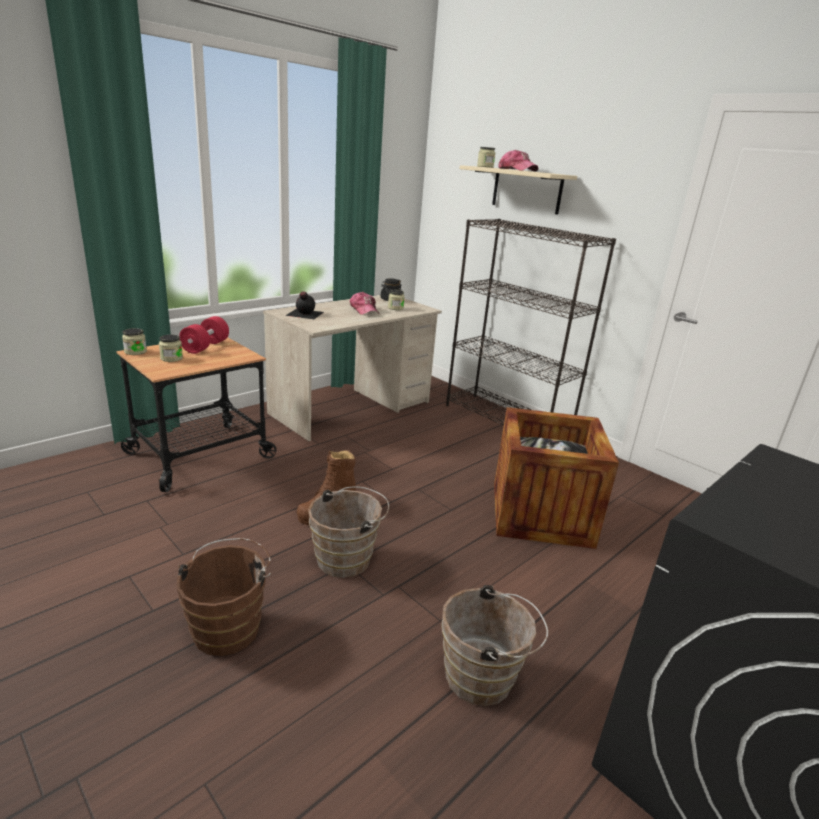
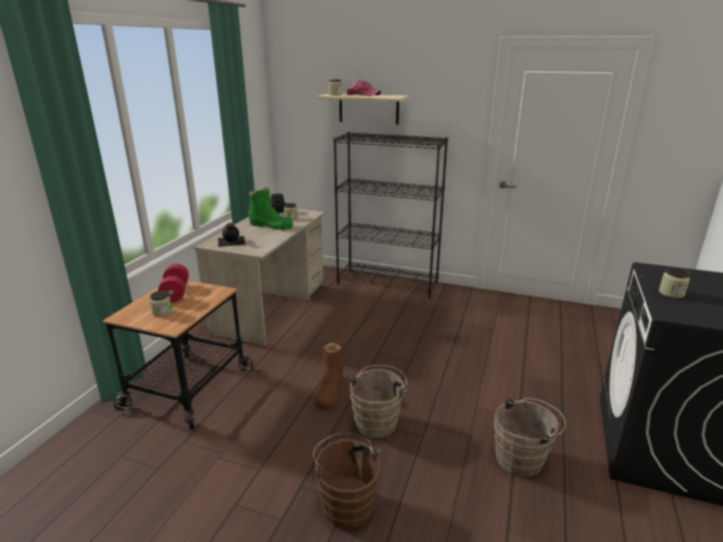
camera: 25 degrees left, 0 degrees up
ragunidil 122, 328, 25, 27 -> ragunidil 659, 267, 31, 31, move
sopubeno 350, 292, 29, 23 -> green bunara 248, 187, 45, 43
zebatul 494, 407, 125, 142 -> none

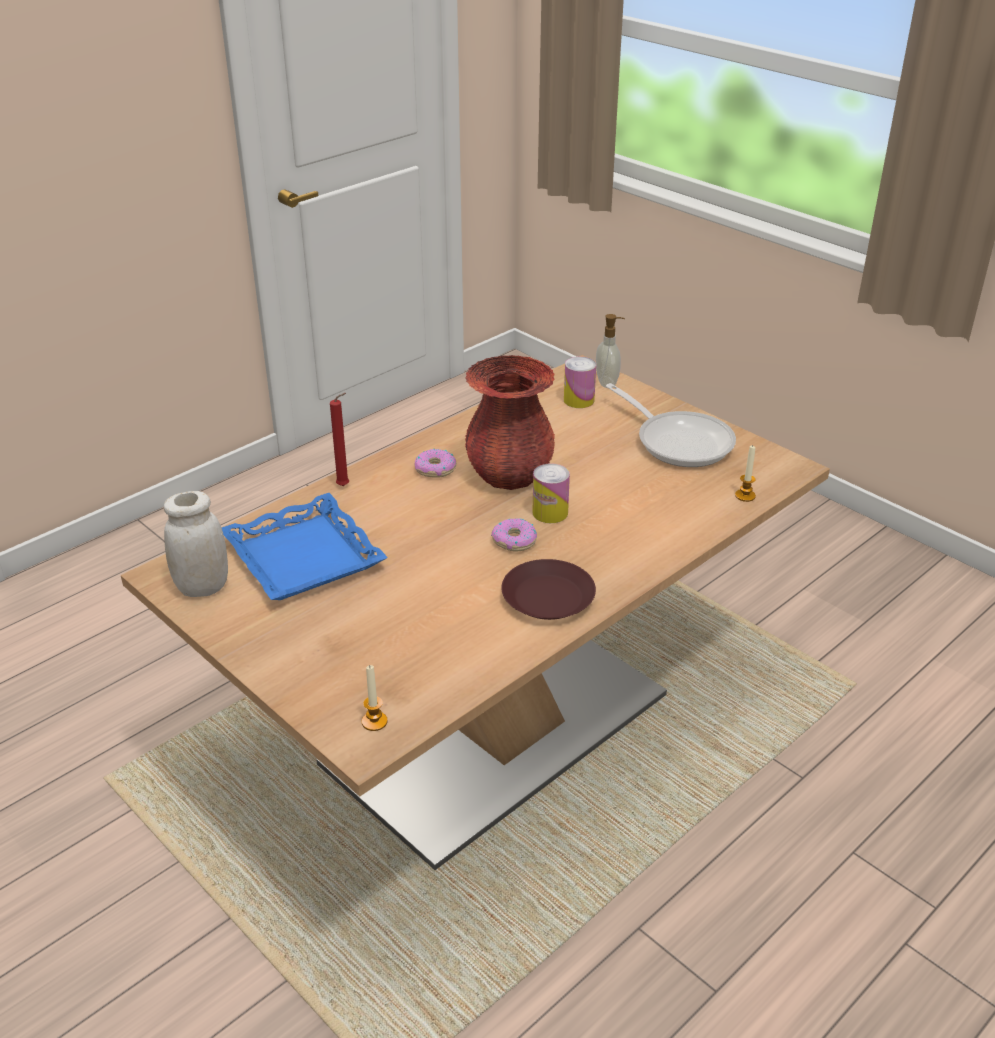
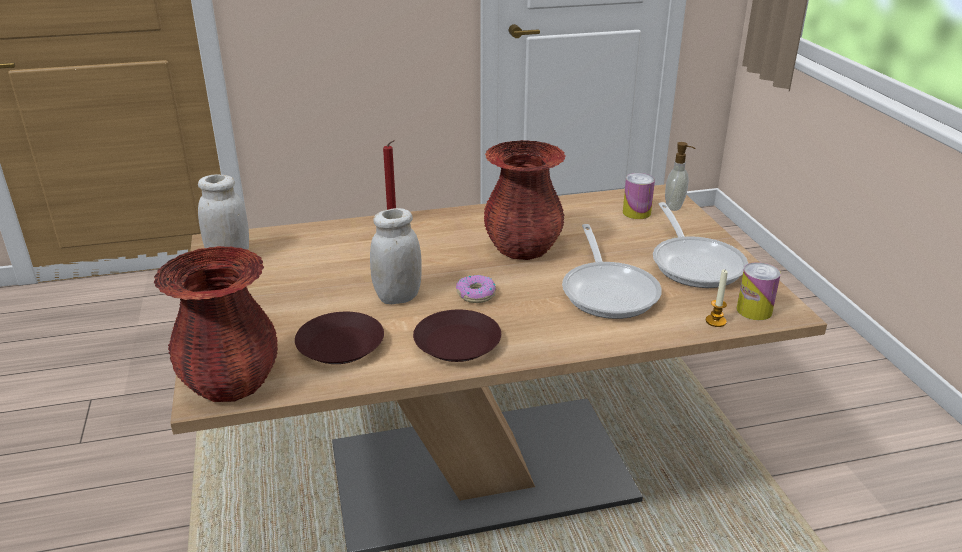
camera: 30 degrees right, 5 degrees down
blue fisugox 222, 493, 166, 107 -> none
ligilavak 362, 665, 26, 66 -> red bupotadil 154, 246, 124, 156
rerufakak 415, 448, 41, 30 -> none
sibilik 532, 463, 38, 60 -> sibilik 737, 262, 44, 58, move
none -> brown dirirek 295, 312, 89, 52
none -> white ragunidil 370, 208, 52, 96
none -> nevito 562, 224, 100, 95

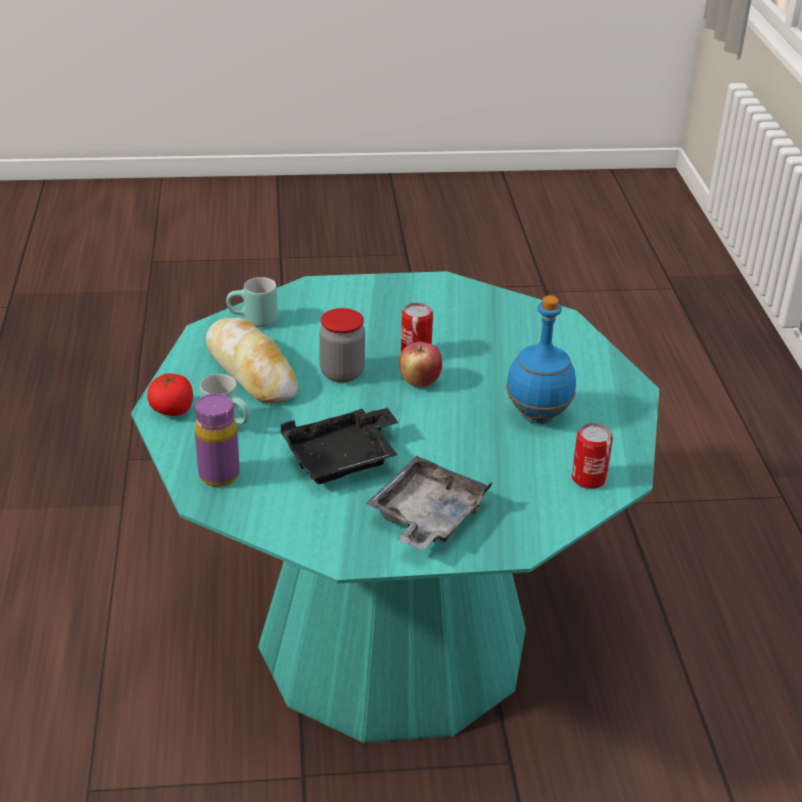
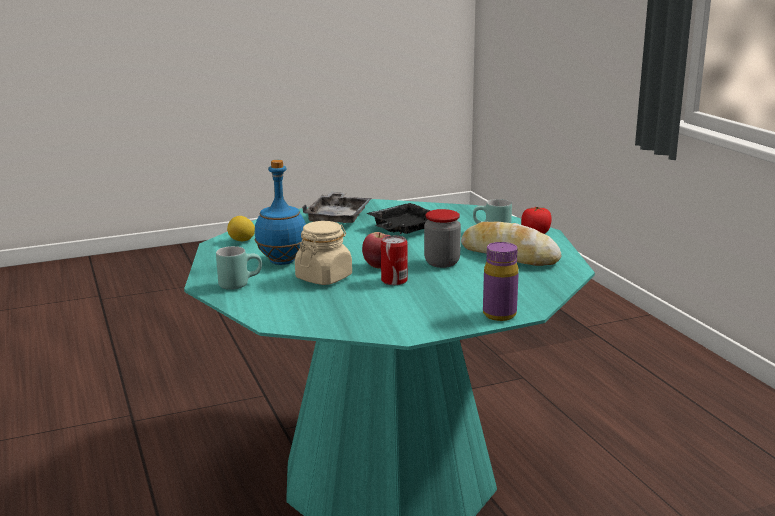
camera: 165 degrees right, 15 degrees down
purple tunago 195, 394, 45, 93 -> purple tunago 483, 242, 36, 79, move
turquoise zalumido 226, 277, 52, 50 -> turquoise zalumido 216, 246, 46, 44, move
sibilik 572, 423, 41, 66 -> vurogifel 227, 216, 28, 25
none -> beige ragunidil 295, 221, 57, 64

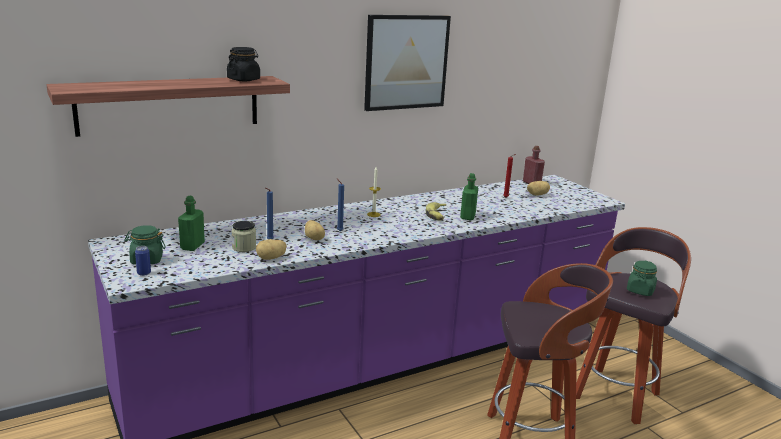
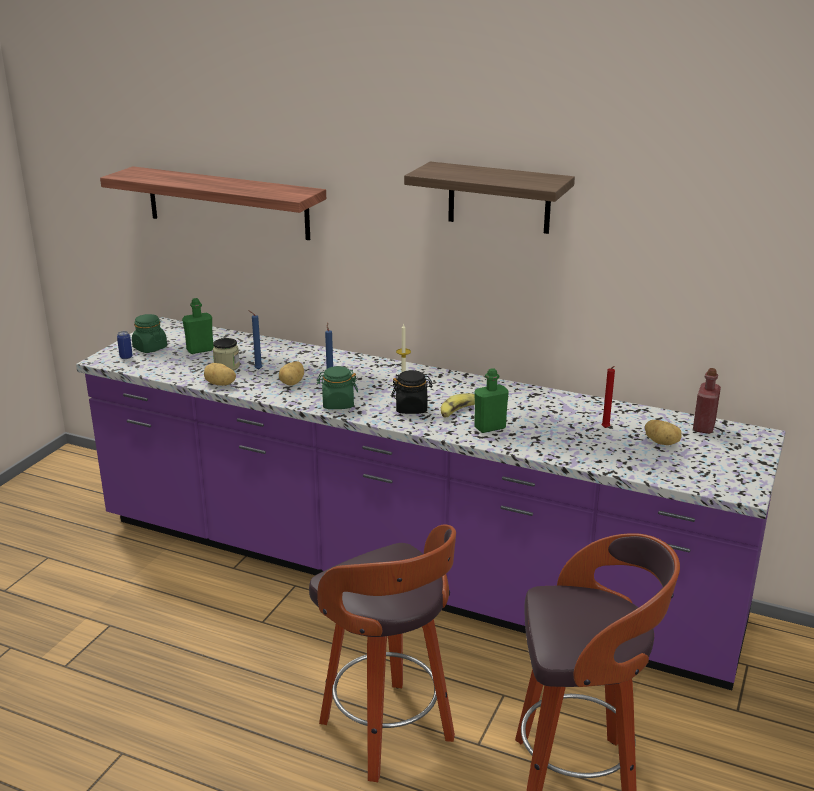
camera: 55 degrees right, 5 degrees up
black ragunidil 227, 47, 33, 34 -> black ragunidil 391, 370, 42, 44, move
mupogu 364, 15, 87, 96 -> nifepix 404, 162, 171, 72
green ragunidil 627, 261, 30, 35 -> green ragunidil 317, 366, 41, 43, move

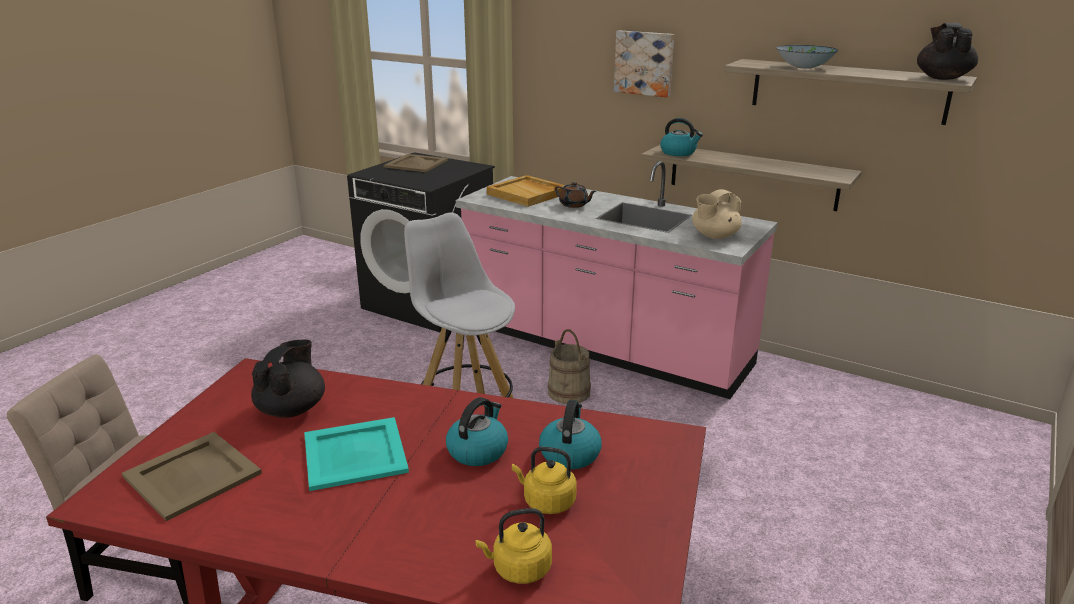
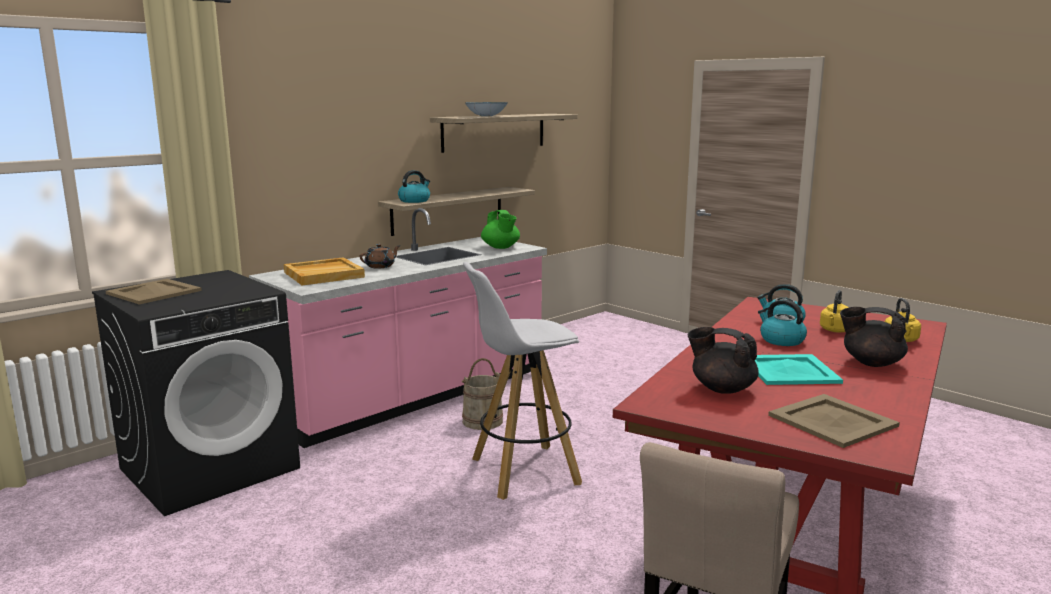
camera: 75 degrees left, 10 degrees down
mupogu 614, 31, 60, 66 -> none
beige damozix 692, 189, 50, 50 -> green damozix 481, 210, 39, 39
black damozix 917, 23, 61, 57 -> black damozix 840, 307, 68, 60, move

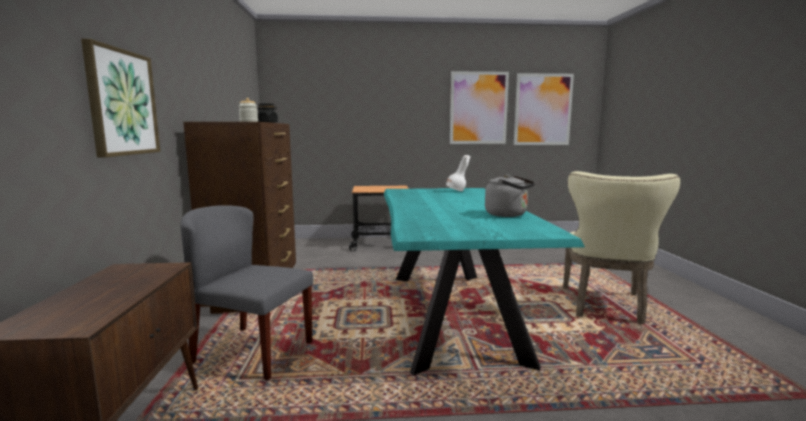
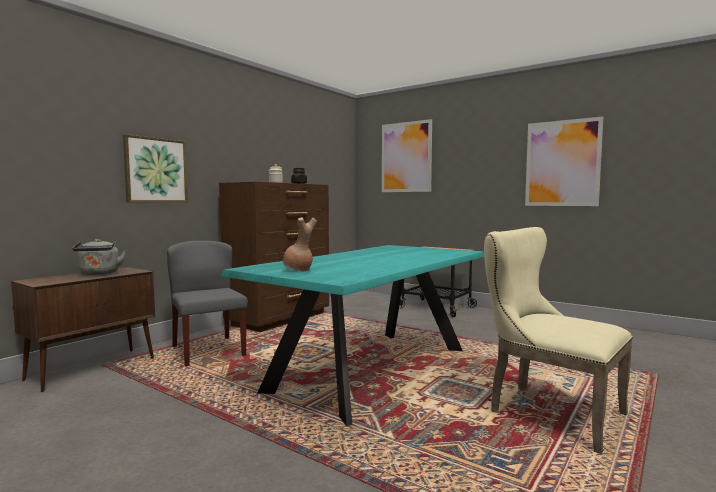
camera: 40 degrees right, 5 degrees down
white bupotadil 446, 155, 24, 36 -> none
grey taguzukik 485, 174, 51, 43 -> grey taguzukik 72, 239, 54, 36, move
mupogu 514, 73, 60, 72 -> mupogu 382, 119, 50, 73, move
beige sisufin 563, 171, 117, 153 -> beige sisufin 484, 227, 149, 227, 75 degrees clockwise
none -> brown bupotadil 283, 217, 34, 55

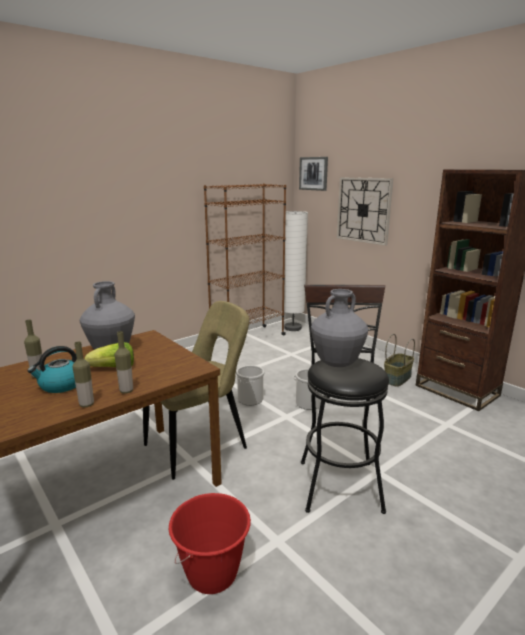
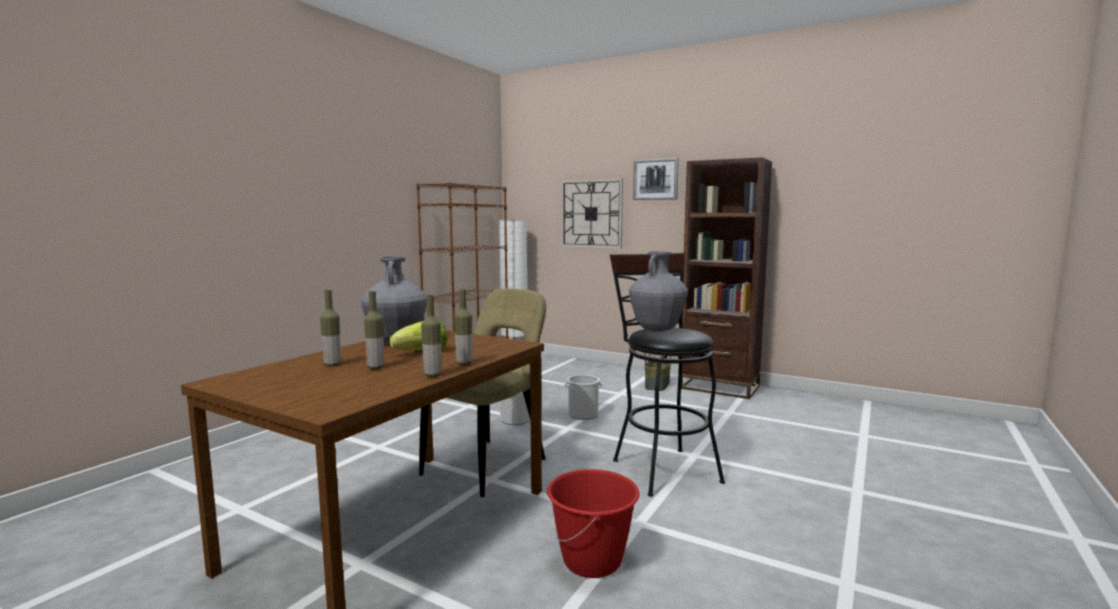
camera: 20 degrees left, 10 degrees down
taguzukik 28, 346, 49, 47 -> tunago 364, 291, 20, 78
mupogu 299, 157, 29, 34 -> mupogu 633, 158, 46, 42, move

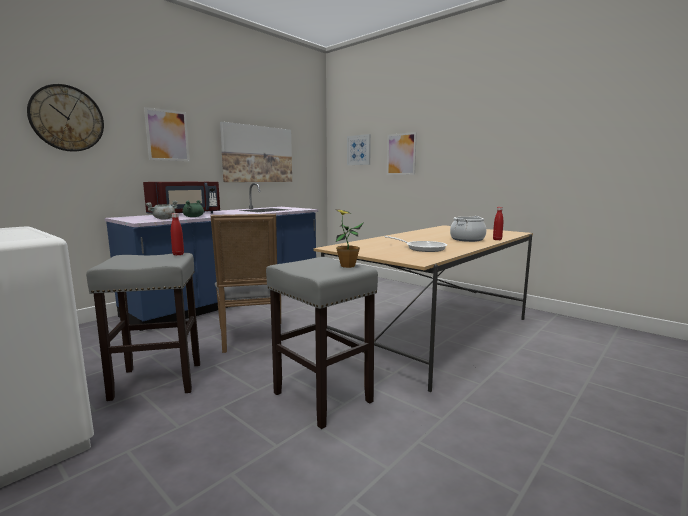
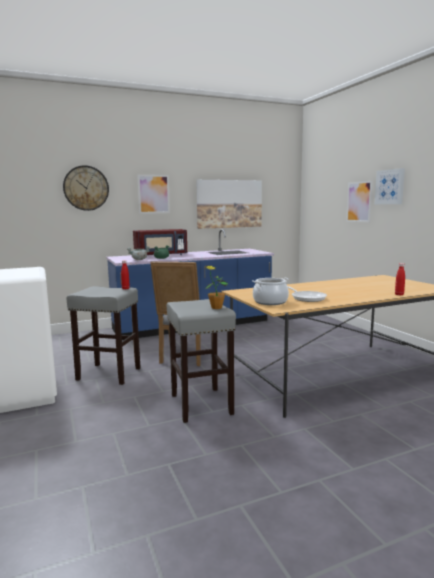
camera: 25 degrees right, 0 degrees up
mupogu 347, 134, 24, 31 -> mupogu 375, 168, 30, 36, move
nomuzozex 450, 216, 36, 26 -> nomuzozex 252, 278, 37, 27, move

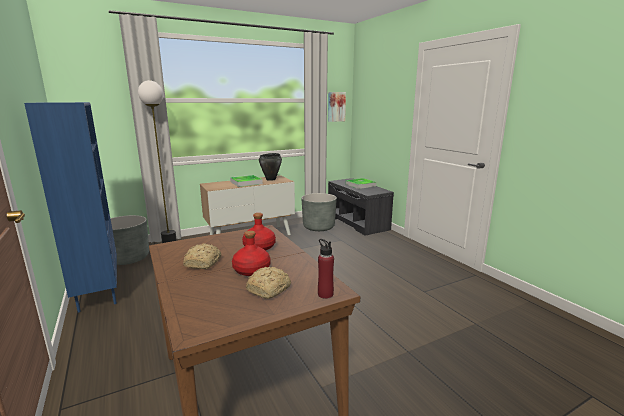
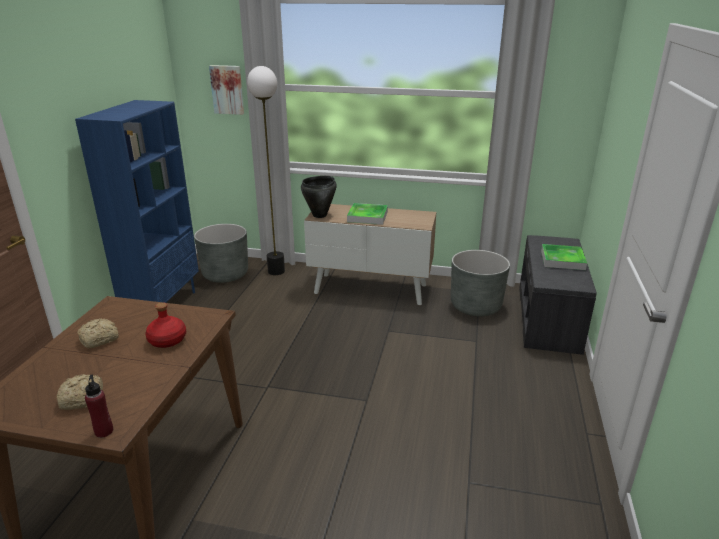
camera: 40 degrees right, 10 degrees up
red tunago 232, 231, 39, 45 -> none
black nomuzozex 259, 153, 23, 28 -> black nomuzozex 301, 176, 36, 42, move
mupogu 328, 92, 18, 30 -> mupogu 209, 65, 35, 50, move

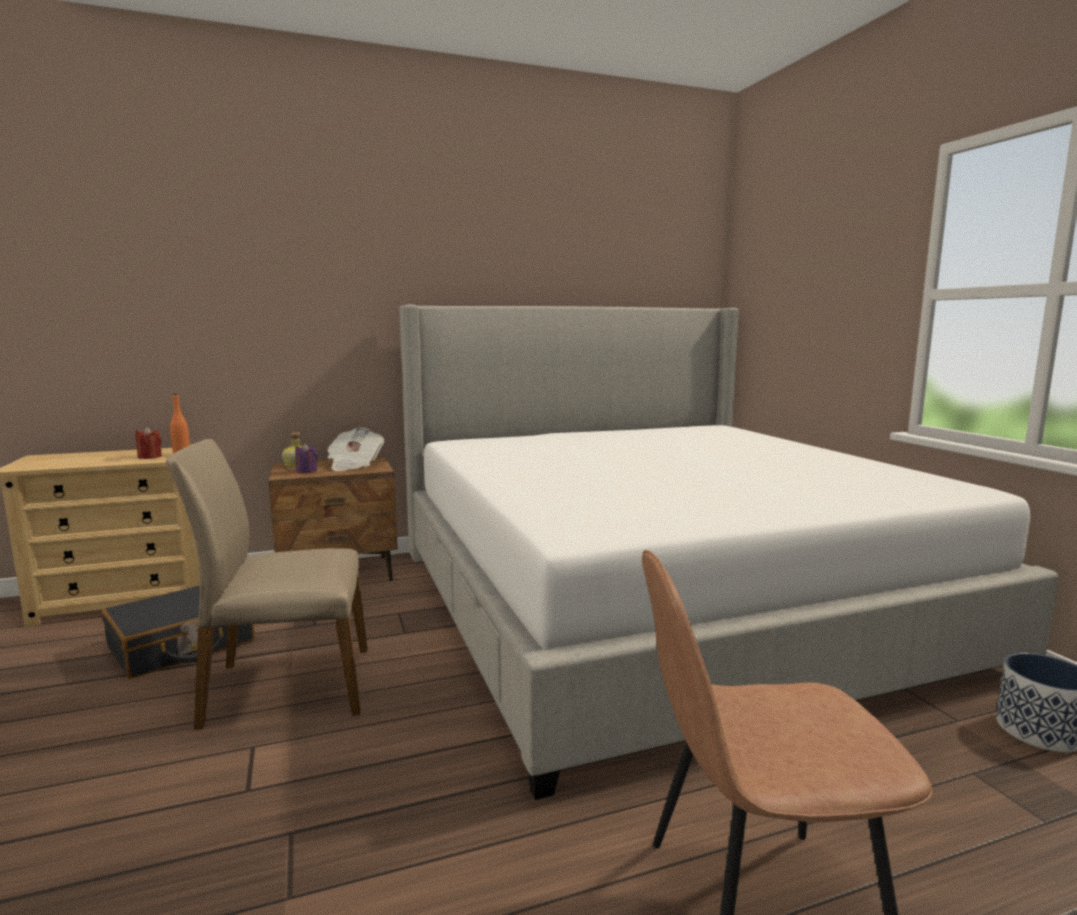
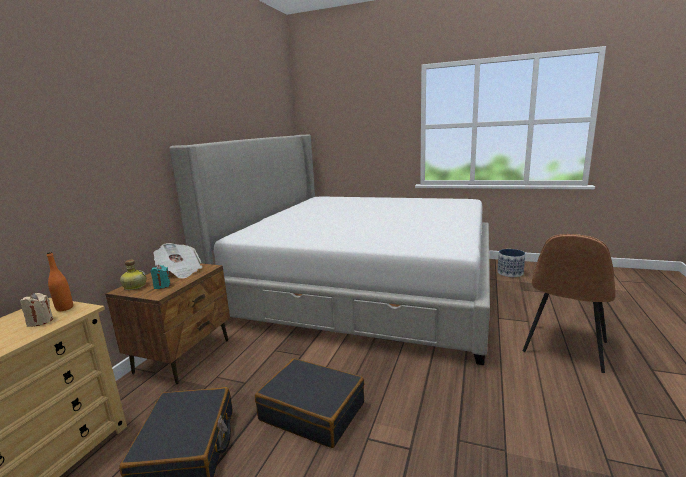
camera: 50 degrees left, 5 degrees up
red ligilavak 135, 427, 27, 32 -> beige ligilavak 20, 293, 33, 34
beige sisufin 166, 439, 201, 291 -> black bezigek 255, 358, 109, 90
purple ligilavak 295, 443, 22, 30 -> turquoise ligilavak 151, 265, 20, 24

